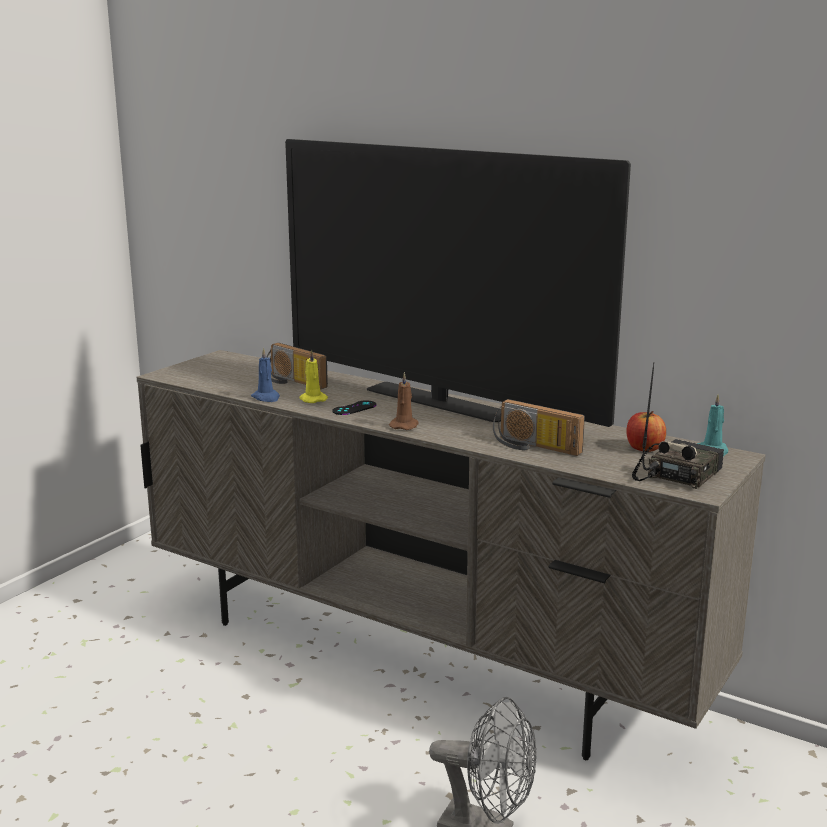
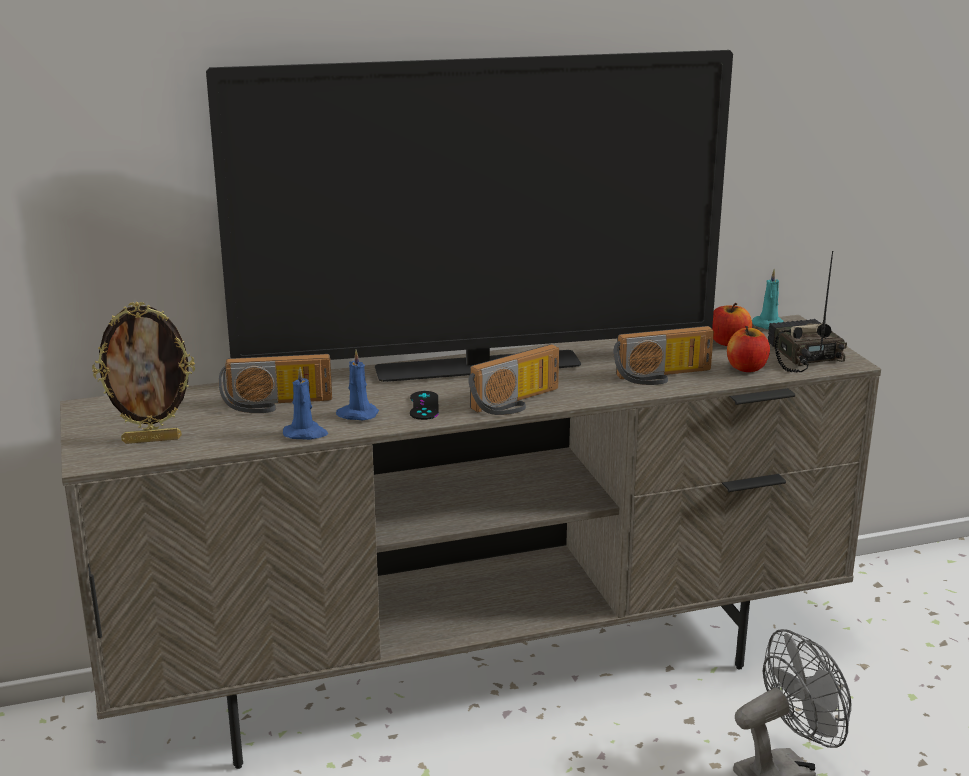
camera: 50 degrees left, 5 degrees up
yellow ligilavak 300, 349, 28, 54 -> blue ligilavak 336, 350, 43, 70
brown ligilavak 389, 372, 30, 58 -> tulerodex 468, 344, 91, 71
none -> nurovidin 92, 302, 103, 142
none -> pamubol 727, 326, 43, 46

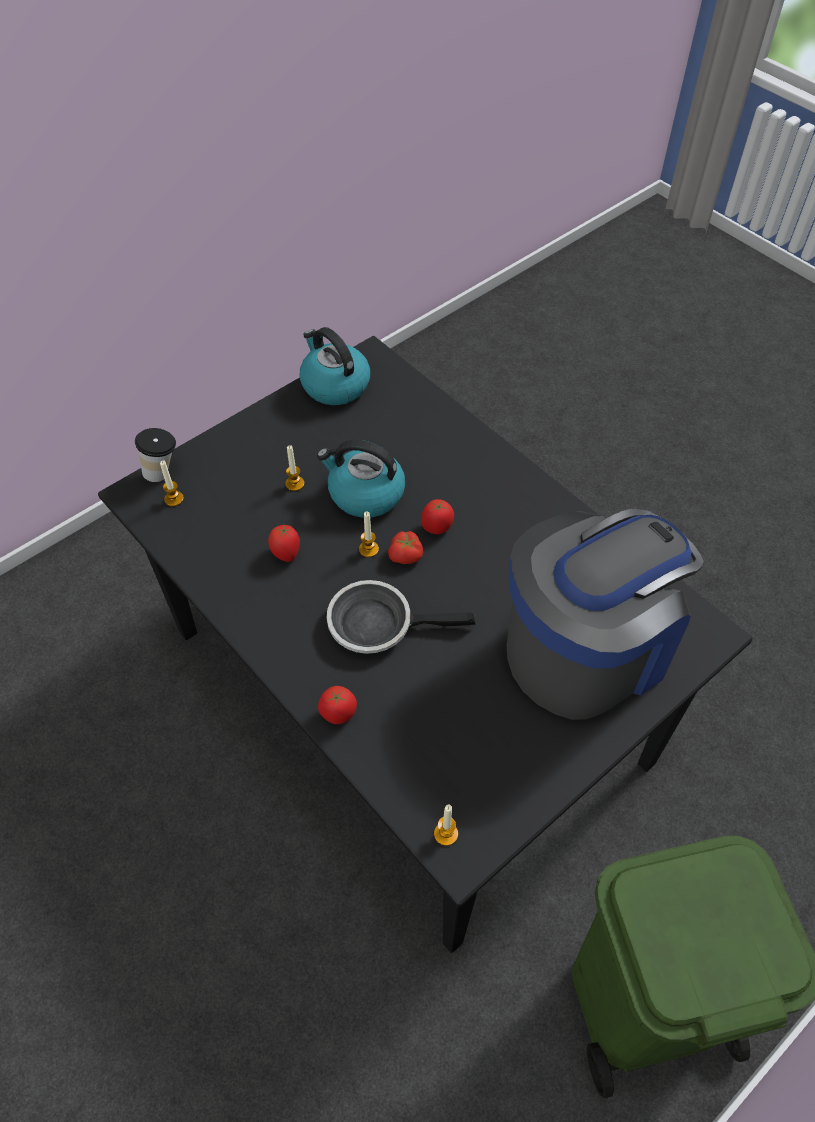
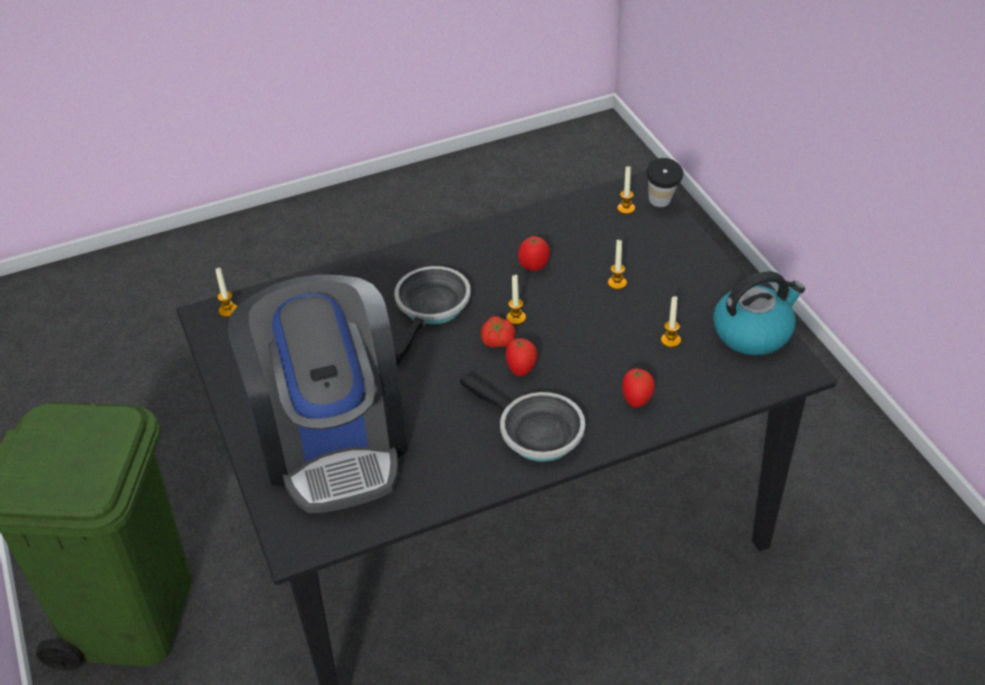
camera: 110 degrees right, 10 degrees down
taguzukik 317, 440, 88, 78 -> none
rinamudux 318, 686, 39, 38 -> rinamudux 622, 367, 33, 41, move
none -> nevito 460, 374, 125, 88
none -> ligilavak 661, 296, 20, 52

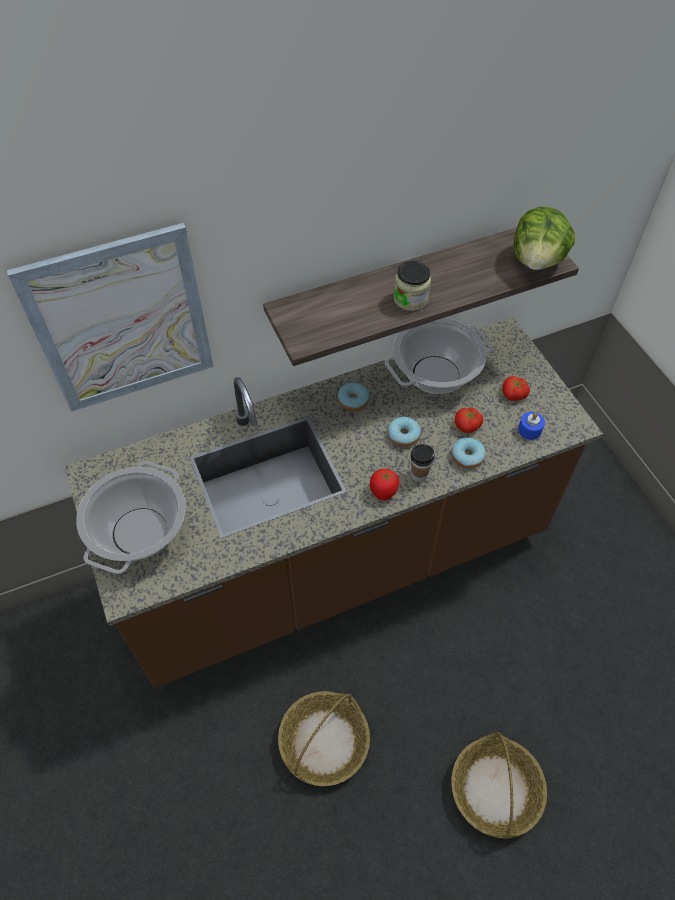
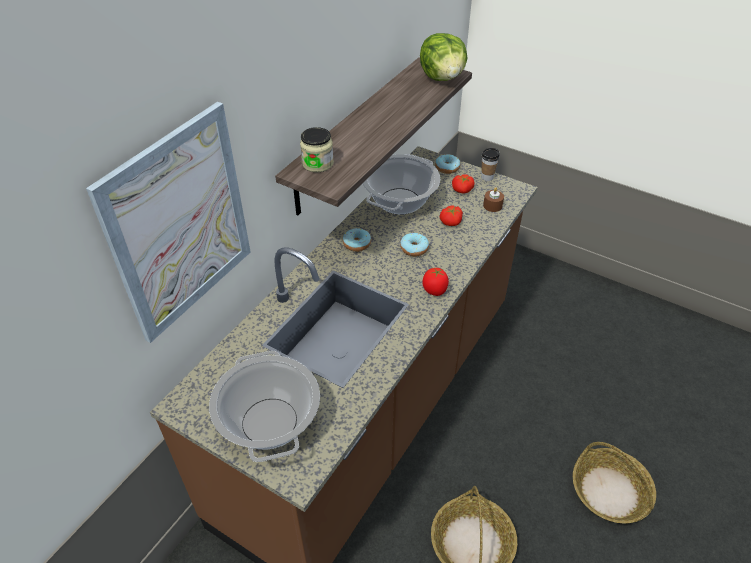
camera: 35 degrees left, 10 degrees down
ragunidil 394, 261, 37, 50 -> ragunidil 300, 127, 34, 45, move
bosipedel 411, 444, 24, 38 -> bosipedel 481, 148, 18, 33, move
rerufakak 451, 438, 35, 30 -> rerufakak 435, 154, 25, 20, move
blue ligilavak 518, 412, 27, 28 -> brown ligilavak 483, 187, 21, 25

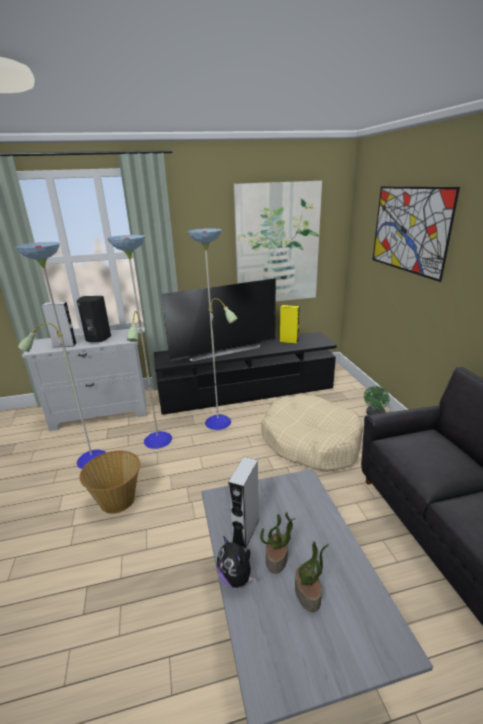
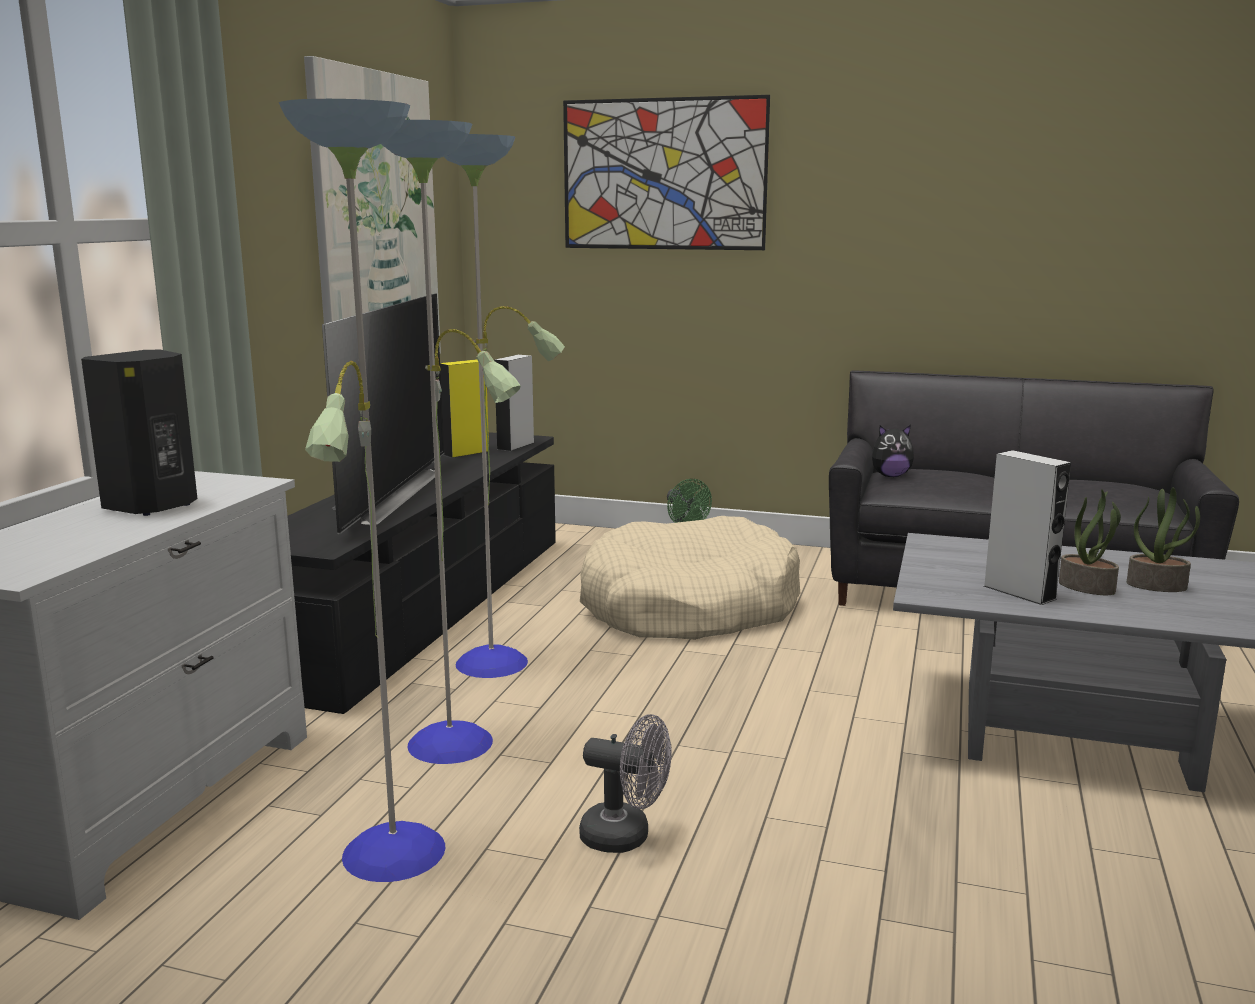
camera: 60 degrees left, 10 degrees down
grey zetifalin 42, 302, 35, 45 -> grey zetifalin 494, 355, 40, 96, move
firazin 79, 451, 61, 63 -> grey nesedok 579, 714, 93, 139
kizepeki 217, 536, 39, 52 -> kizepeki 872, 425, 42, 52, move

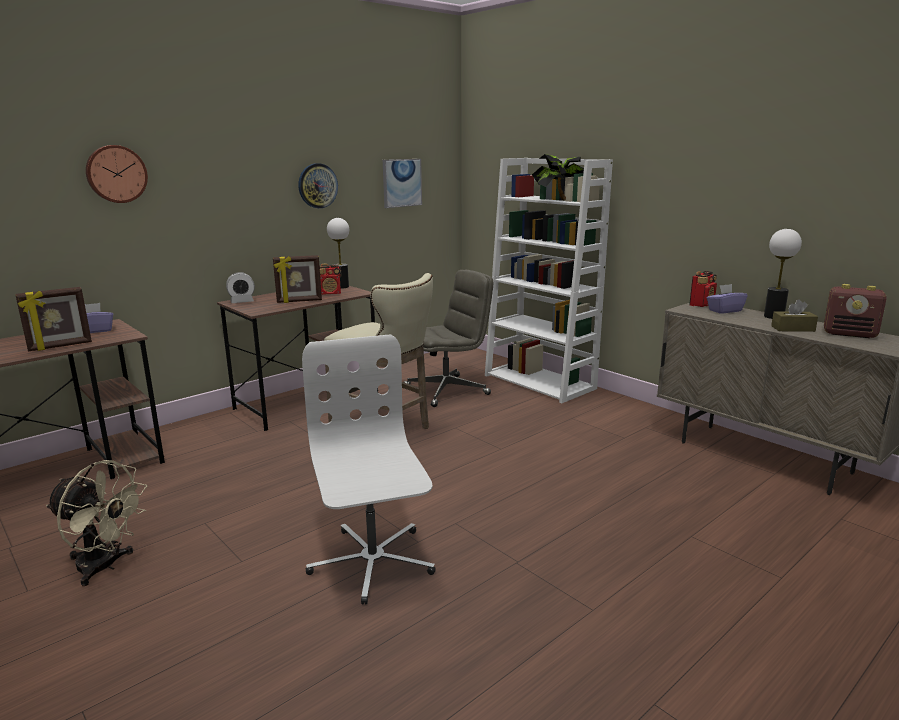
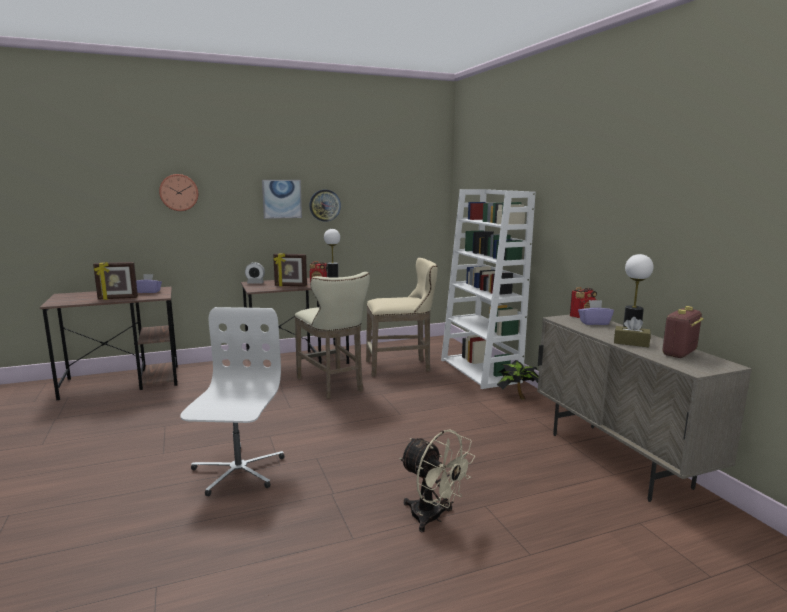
camera: 20 degrees right, 5 degrees down
beige nesedok 46, 460, 101, 126 -> beige nesedok 399, 429, 76, 103, move
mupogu 383, 159, 39, 49 -> mupogu 262, 180, 40, 39, move
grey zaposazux 404, 270, 89, 137 -> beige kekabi 366, 258, 72, 119
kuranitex 532, 154, 52, 47 -> kuranitex 497, 360, 42, 39, move
tulerodex 824, 284, 63, 54 -> tulerodex 662, 306, 42, 52, 90 degrees clockwise

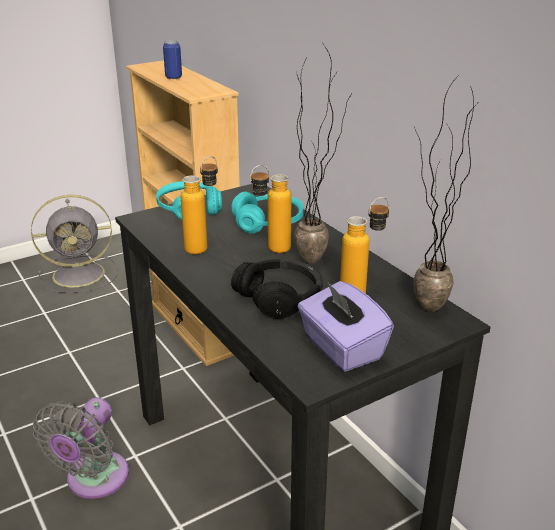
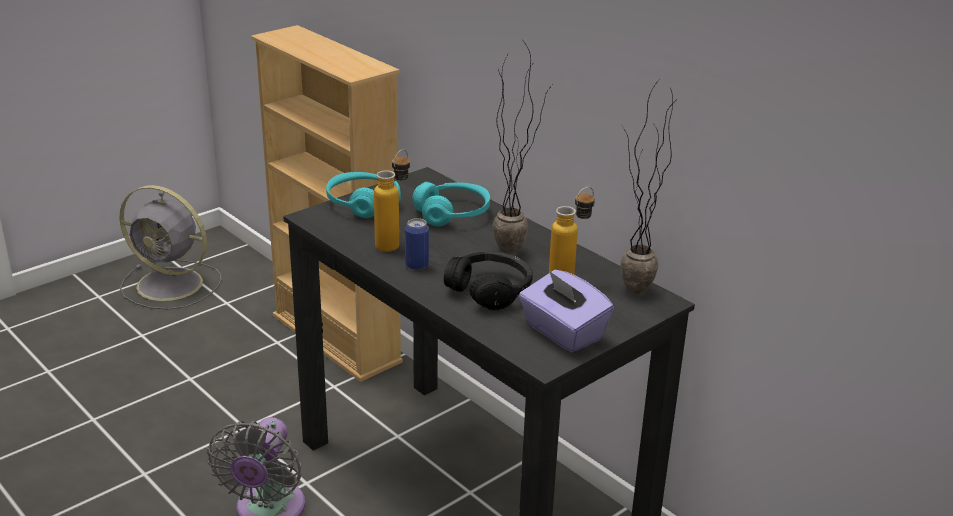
camera: 10 degrees left, 0 degrees up
grey nesedok 31, 195, 87, 98 -> grey nesedok 120, 185, 101, 125, 45 degrees clockwise
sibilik 163, 40, 19, 39 -> sibilik 405, 218, 24, 52, move
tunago 250, 165, 41, 88 -> none

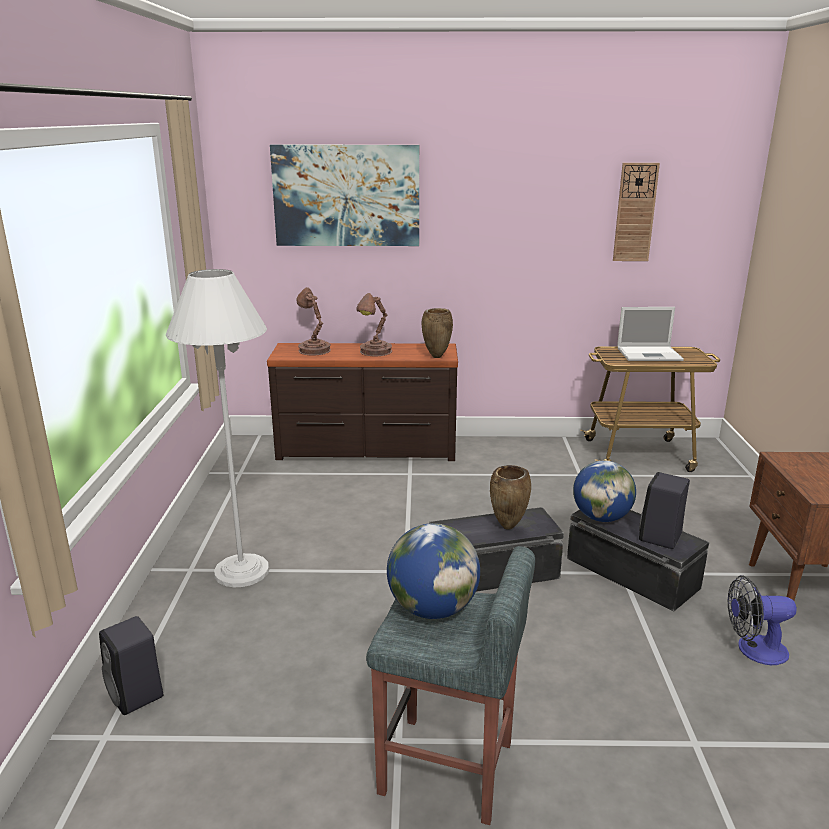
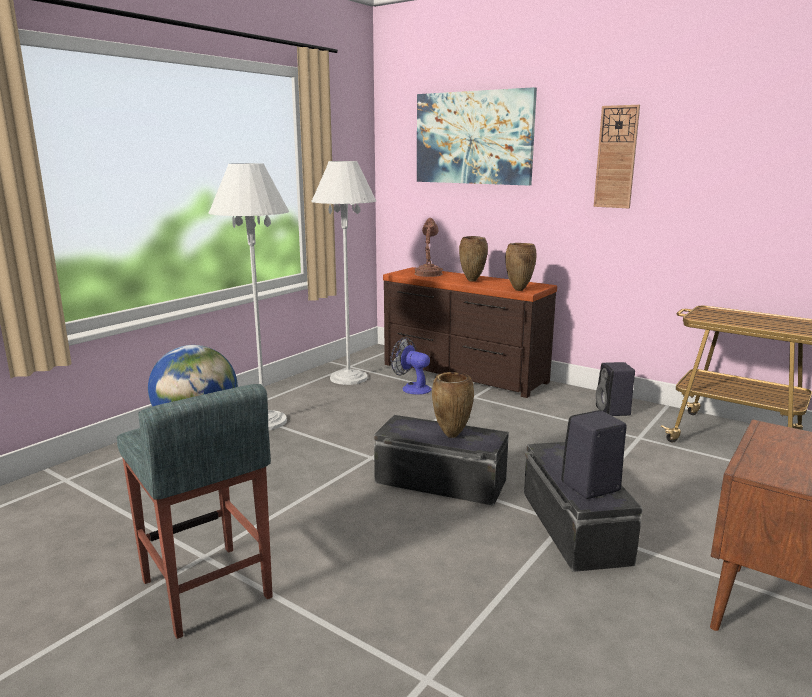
camera: 35 degrees right, 5 degrees down
black zetifalin 99, 616, 64, 99 -> black zetifalin 596, 362, 39, 54, move
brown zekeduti 357, 293, 35, 63 -> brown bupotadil 459, 236, 29, 46
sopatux 573, 461, 63, 61 -> none
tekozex 613, 163, 47, 98 -> tekozex 594, 105, 46, 103, move
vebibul 617, 307, 67, 54 -> none
nesedok 728, 575, 69, 90 -> nesedok 390, 337, 42, 58, move
none -> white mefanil 311, 161, 65, 224

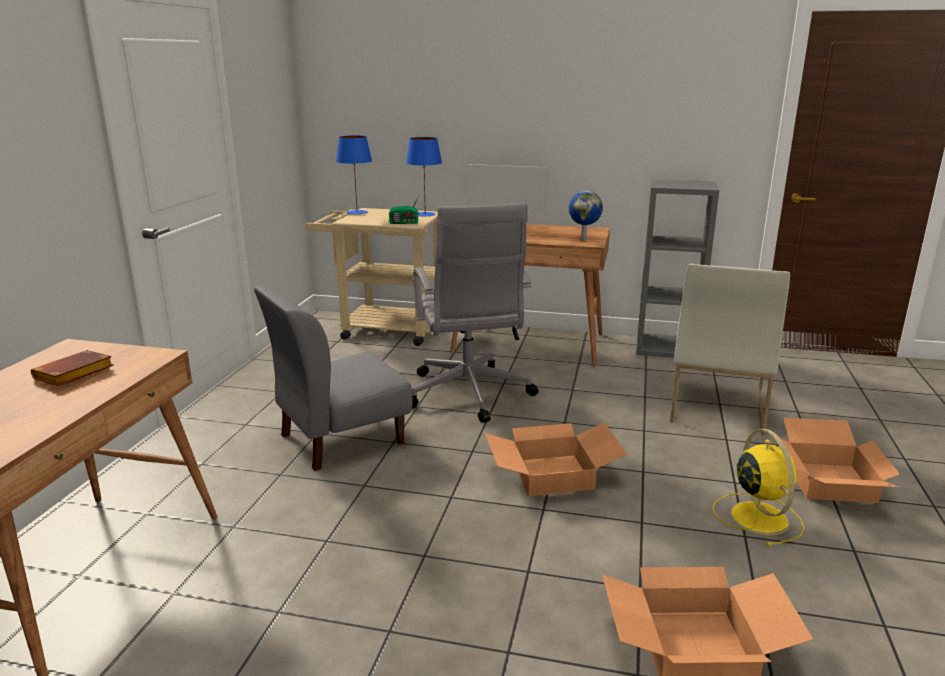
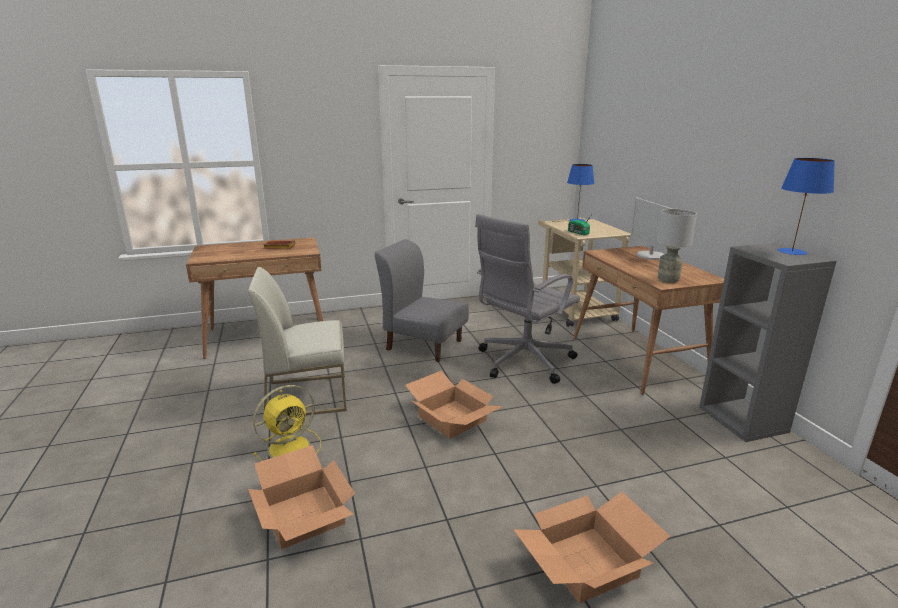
camera: 60 degrees right, 0 degrees up
blue zekeduti 406, 137, 36, 79 -> blue zekeduti 778, 158, 57, 97, move
sopatux 569, 191, 34, 50 -> grey zekeduti 657, 209, 40, 74
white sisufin 670, 264, 120, 171 -> white sisufin 248, 267, 99, 148, move
yellow nesedok 712, 429, 92, 117 -> yellow nesedok 253, 385, 68, 76, move

